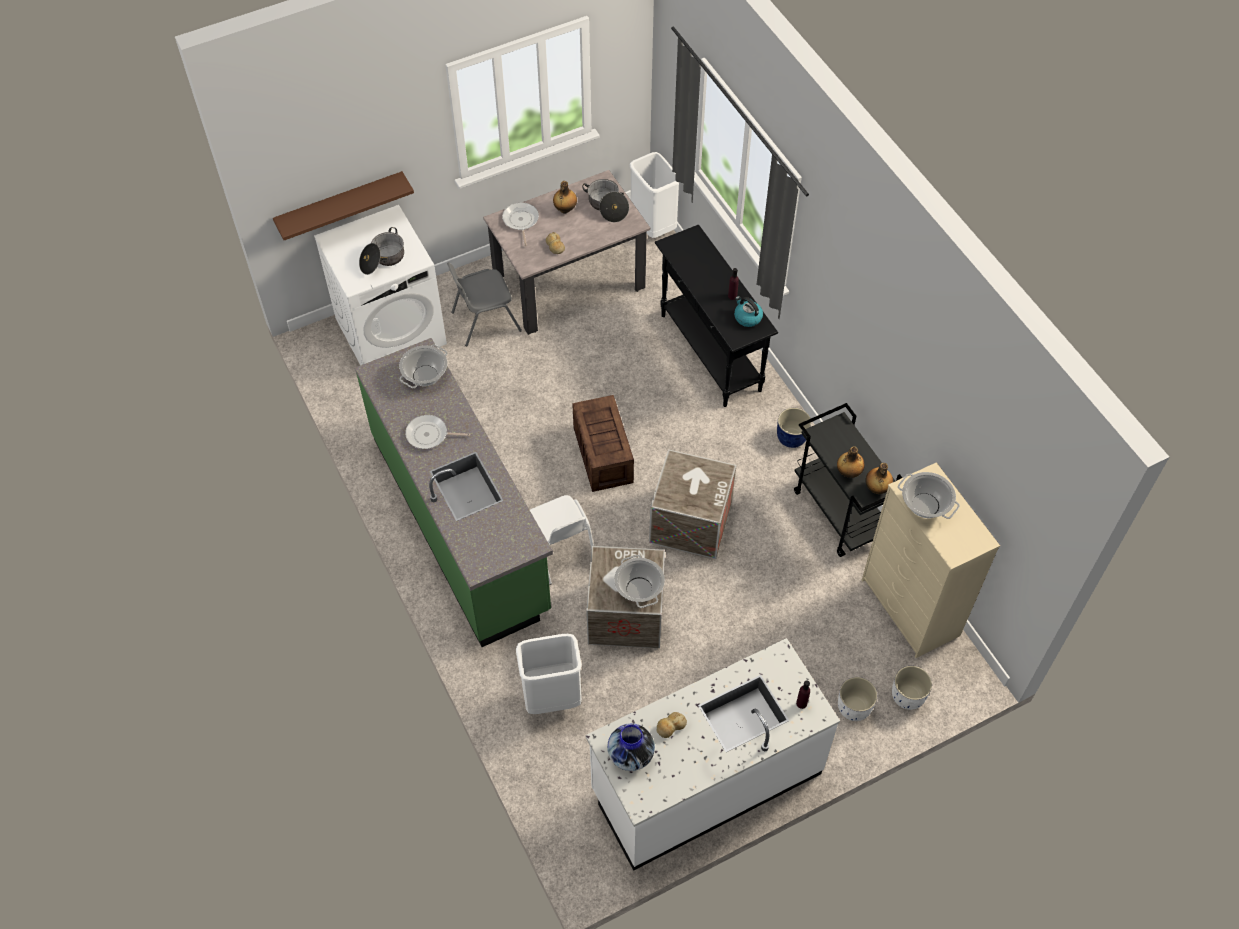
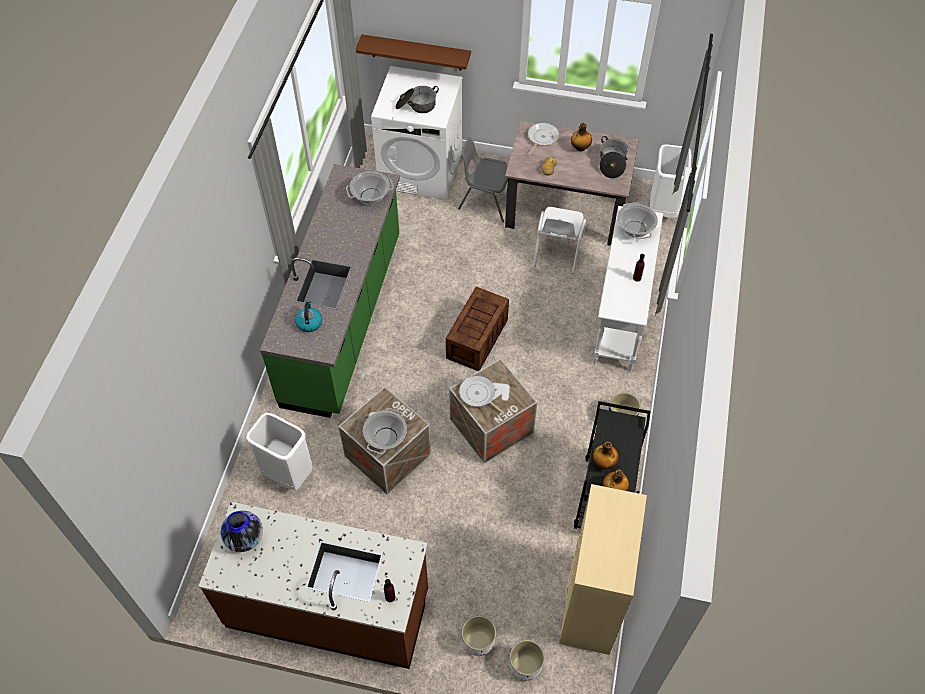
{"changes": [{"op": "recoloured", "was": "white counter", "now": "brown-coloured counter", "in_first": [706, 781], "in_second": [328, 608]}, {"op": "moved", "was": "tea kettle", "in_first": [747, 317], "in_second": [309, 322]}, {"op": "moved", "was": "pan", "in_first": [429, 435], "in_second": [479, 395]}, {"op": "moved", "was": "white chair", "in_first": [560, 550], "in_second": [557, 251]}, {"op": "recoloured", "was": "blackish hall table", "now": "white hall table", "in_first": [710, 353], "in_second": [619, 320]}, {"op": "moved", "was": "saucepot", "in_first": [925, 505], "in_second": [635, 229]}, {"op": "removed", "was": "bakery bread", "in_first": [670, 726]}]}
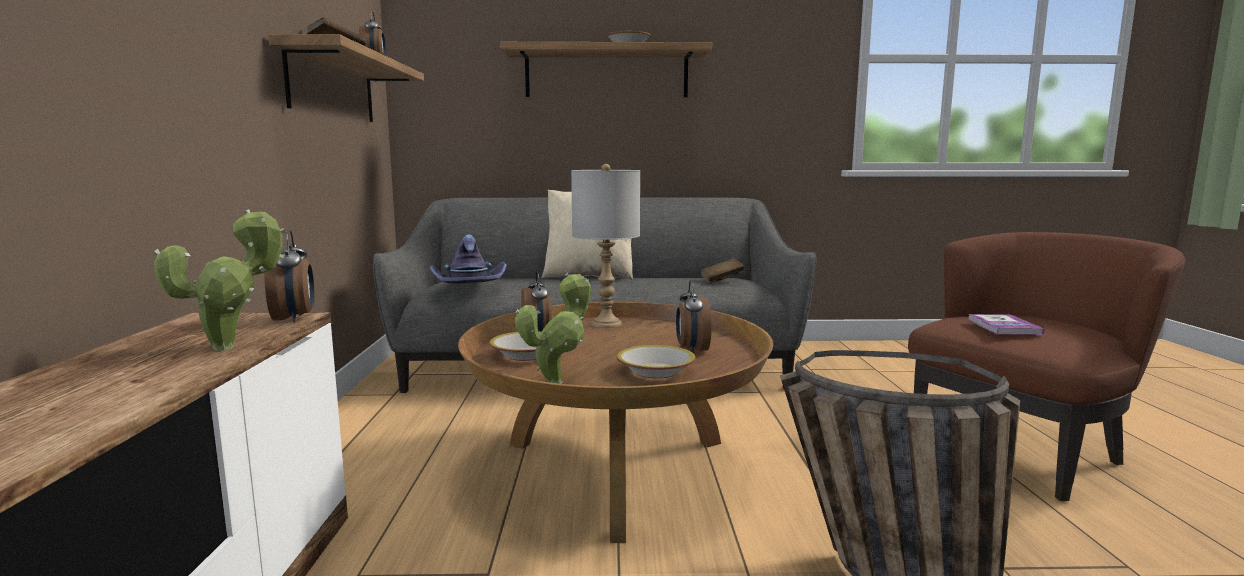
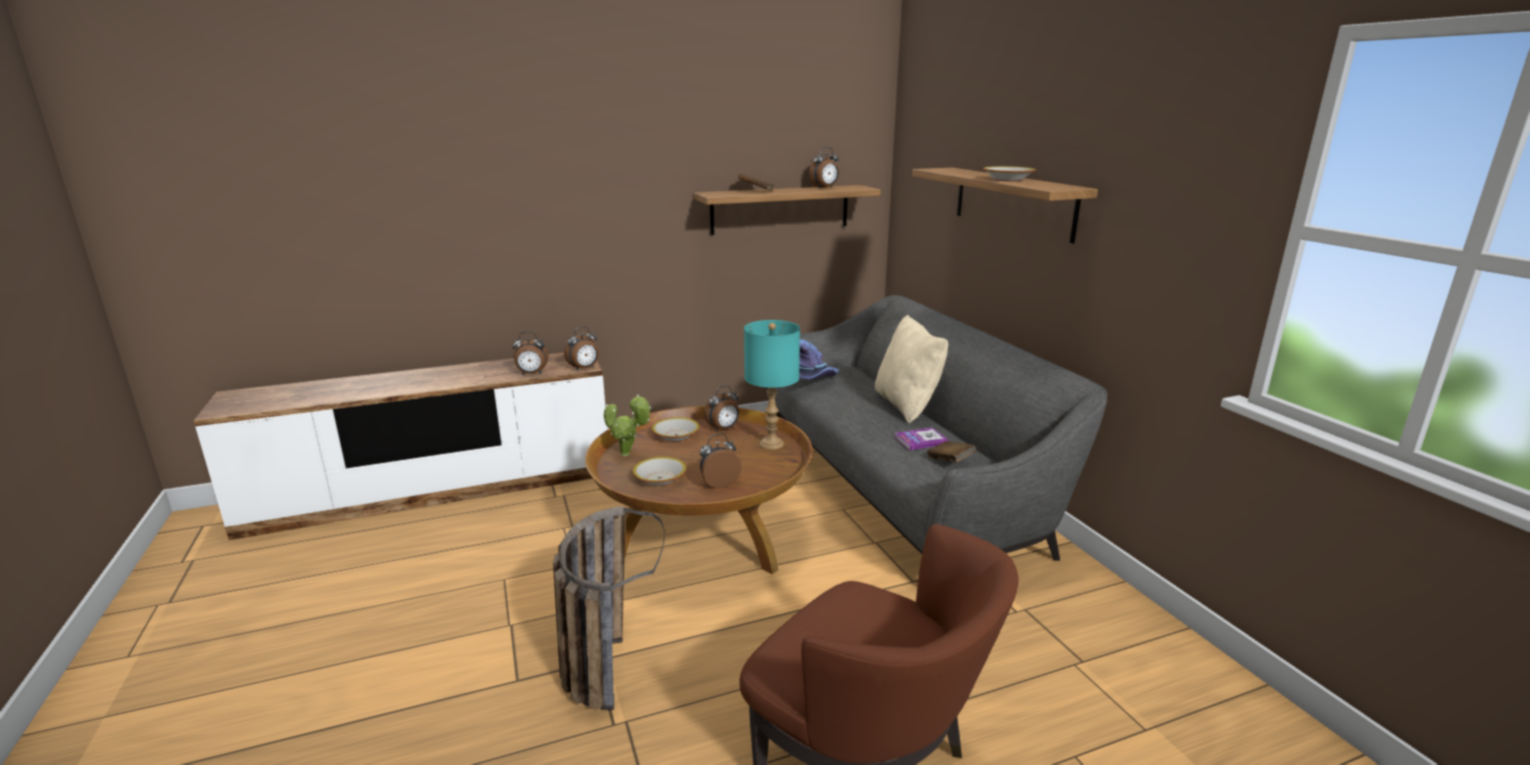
{"changes": [{"op": "replaced", "was": "plant in a pot", "now": "table clock", "in_first": [232, 347], "in_second": [532, 374]}, {"op": "recoloured", "was": "grey tabletop lamp", "now": "blue-green tabletop lamp", "in_first": [607, 324], "in_second": [771, 444]}, {"op": "moved", "was": "bound book", "in_first": [1003, 327], "in_second": [921, 440]}]}
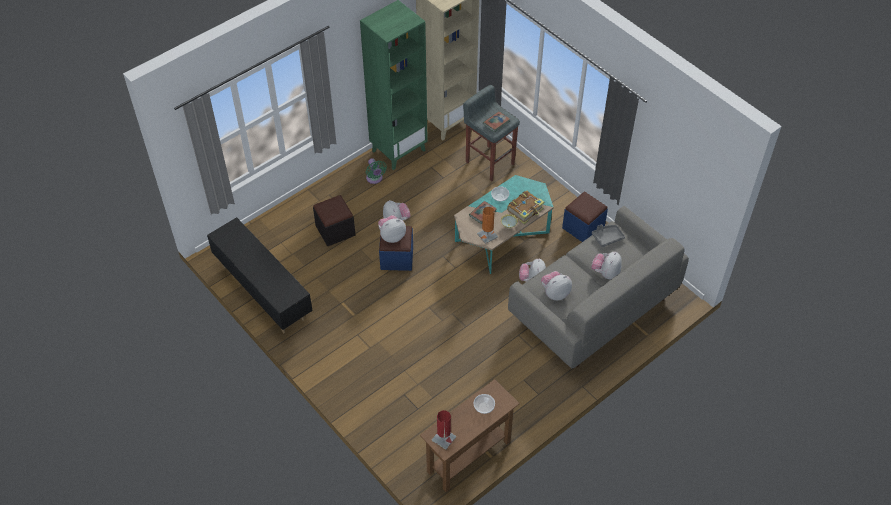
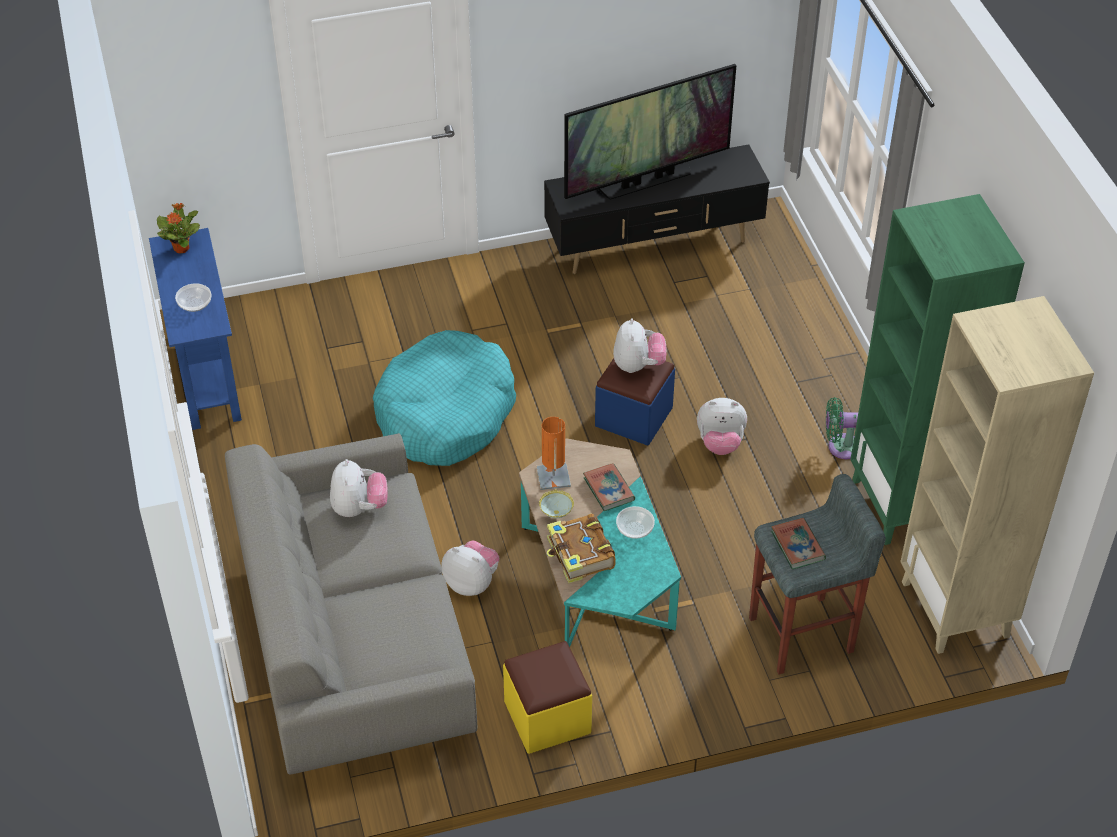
{"changes": [{"op": "recoloured", "was": "brown-coloured hall table", "now": "bluish hall table", "in_first": [469, 456], "in_second": [207, 375]}, {"op": "replaced", "was": "red-coloured tabletop lamp", "now": "plant in a pot", "in_first": [443, 438], "in_second": [181, 248]}, {"op": "added", "now": "blue-green pet bed", "in_second": [445, 414]}, {"op": "recoloured", "was": "bluish ottoman", "now": "yellow ottoman", "in_first": [583, 228], "in_second": [547, 717]}, {"op": "added", "now": "TV set", "in_second": [646, 181]}, {"op": "removed", "was": "blackish ottoman", "in_first": [335, 230]}, {"op": "removed", "was": "soft toy", "in_first": [605, 273]}, {"op": "removed", "was": "grey carrying tray", "in_first": [607, 237]}]}
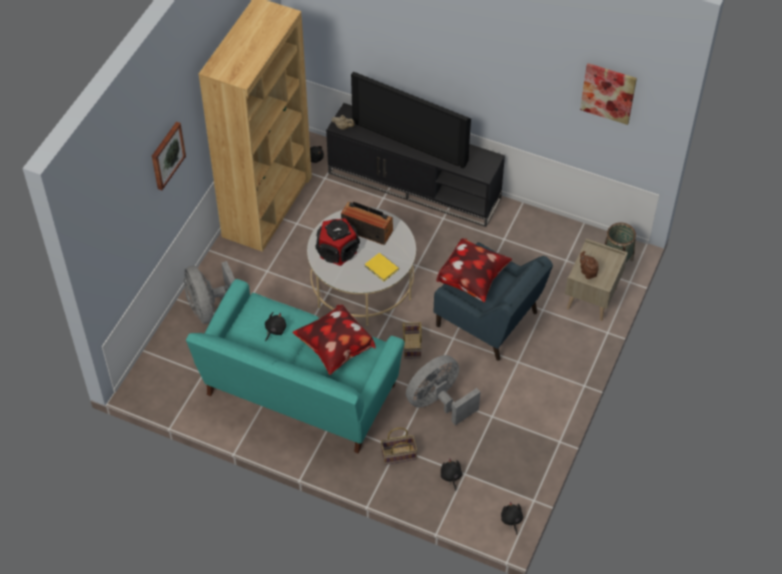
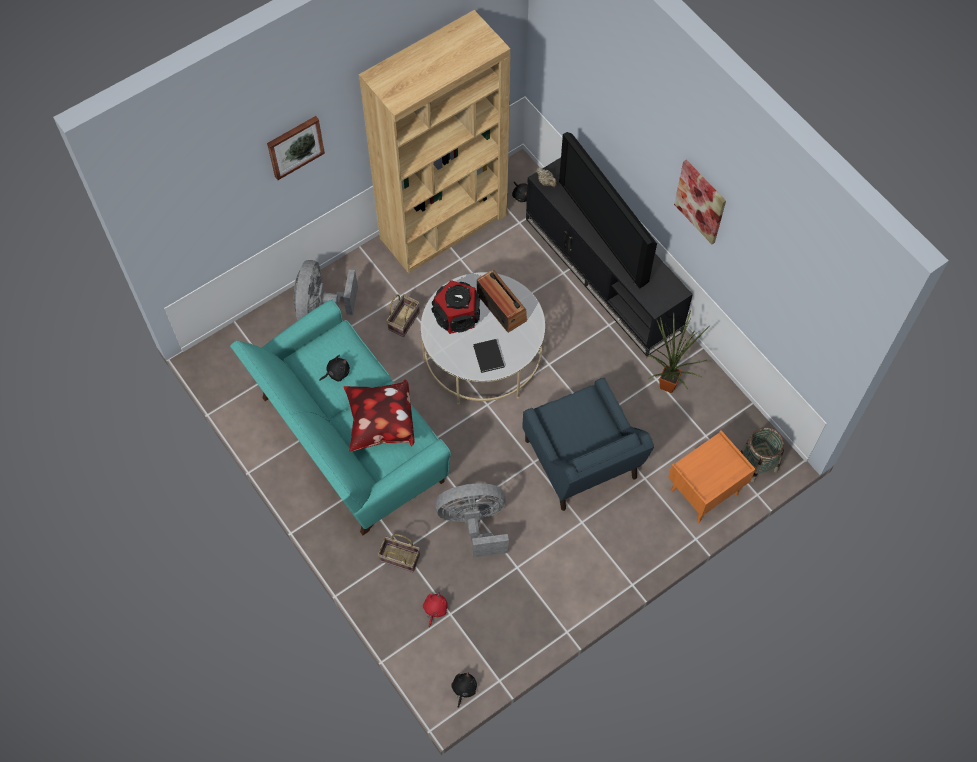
{"changes": [{"op": "moved", "was": "household basket", "in_first": [411, 345], "in_second": [403, 320]}, {"op": "recoloured", "was": "blackish soft toy", "now": "red-coloured soft toy", "in_first": [451, 477], "in_second": [435, 609]}, {"op": "recoloured", "was": "yellow bound book", "now": "blackish bound book", "in_first": [381, 268], "in_second": [488, 357]}, {"op": "added", "now": "plant in a pot", "in_second": [665, 384]}, {"op": "recoloured", "was": "beige-coloured bedside table", "now": "orangey bedside table", "in_first": [592, 299], "in_second": [704, 493]}, {"op": "moved", "was": "wall art", "in_first": [608, 93], "in_second": [700, 201]}, {"op": "removed", "was": "pillow", "in_first": [473, 280]}, {"op": "removed", "was": "brown-coloured tea pot", "in_first": [587, 272]}]}
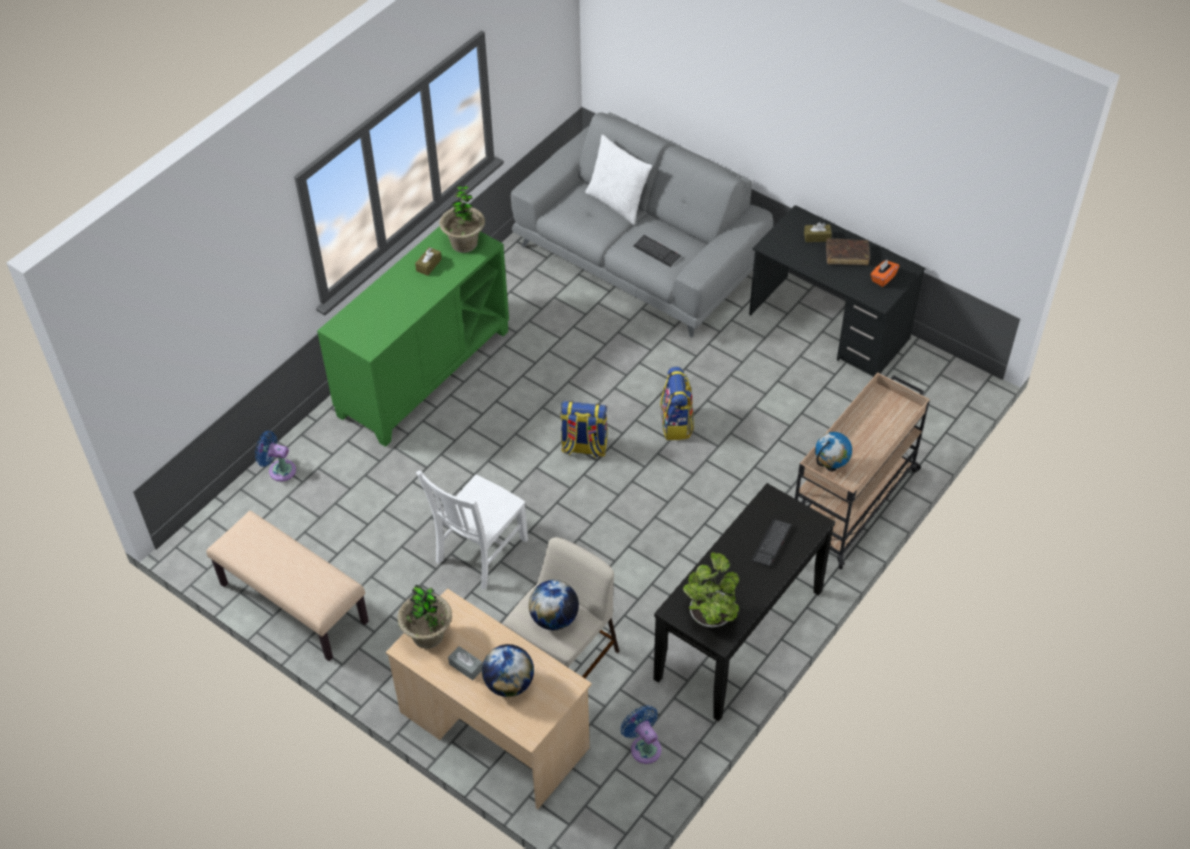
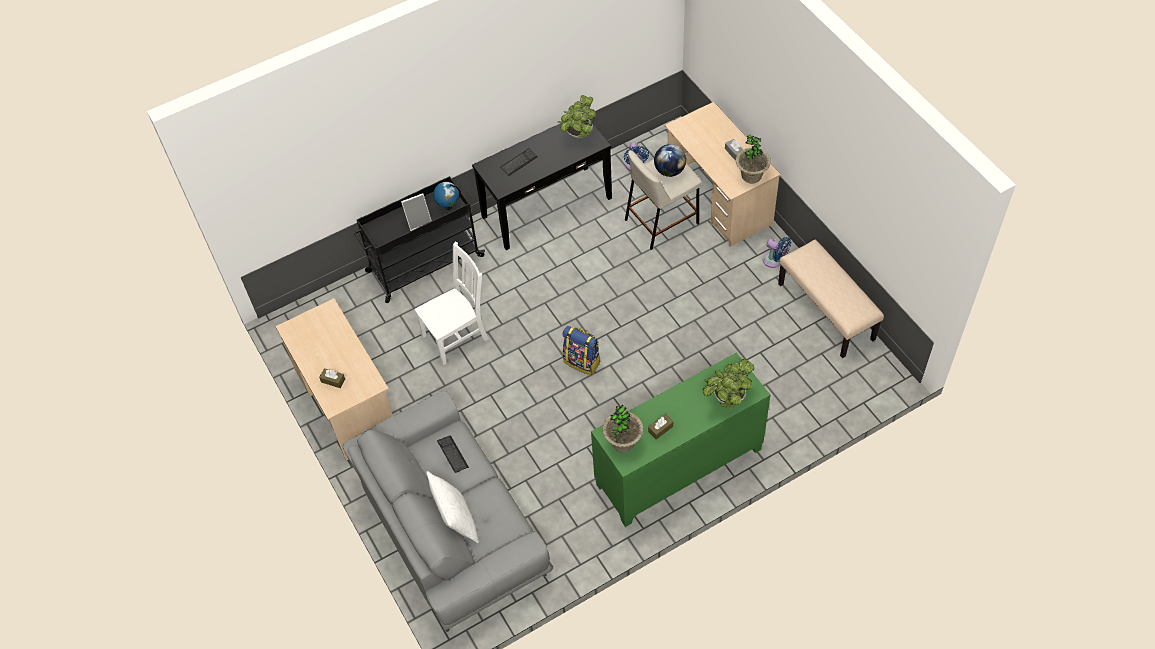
{"changes": [{"op": "recoloured", "was": "blackish desk unit", "now": "beige-coloured desk unit", "in_first": [829, 327], "in_second": [346, 401]}, {"op": "recoloured", "was": "beige-coloured wheeled cart", "now": "blackish wheeled cart", "in_first": [853, 502], "in_second": [423, 264]}, {"op": "added", "now": "photo frame", "in_second": [418, 221]}, {"op": "moved", "was": "white chair", "in_first": [479, 552], "in_second": [457, 336]}, {"op": "added", "now": "plant in a pot", "in_second": [727, 398]}, {"op": "moved", "was": "bluish fan", "in_first": [279, 470], "in_second": [774, 261]}, {"op": "removed", "was": "world globe", "in_first": [509, 683]}, {"op": "removed", "was": "rucksack", "in_first": [676, 424]}, {"op": "removed", "was": "brown-coloured bound book", "in_first": [847, 255]}, {"op": "removed", "was": "orangey tissue box", "in_first": [883, 278]}]}
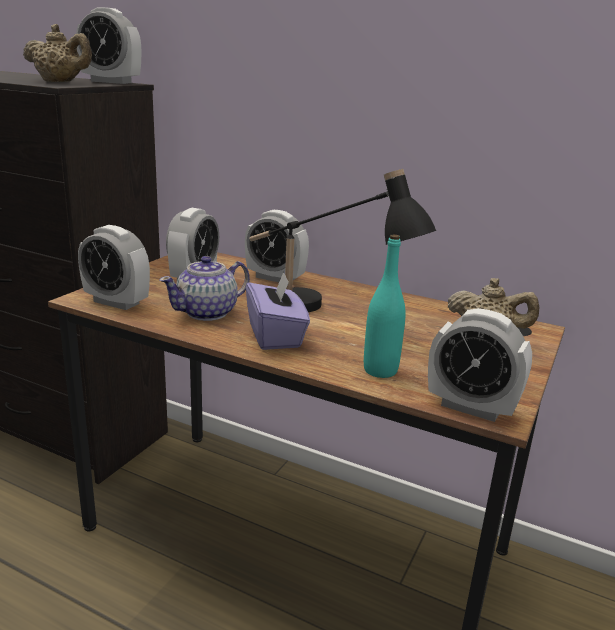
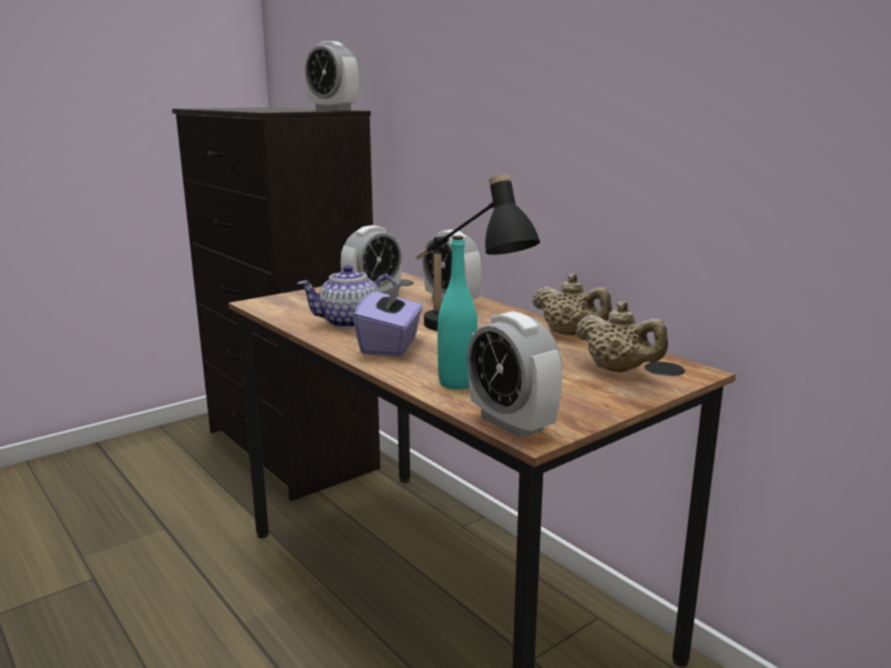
{"changes": [{"op": "moved", "was": "beige-coloured tea pot", "in_first": [61, 82], "in_second": [570, 334]}, {"op": "removed", "was": "table clock", "in_first": [116, 302]}]}
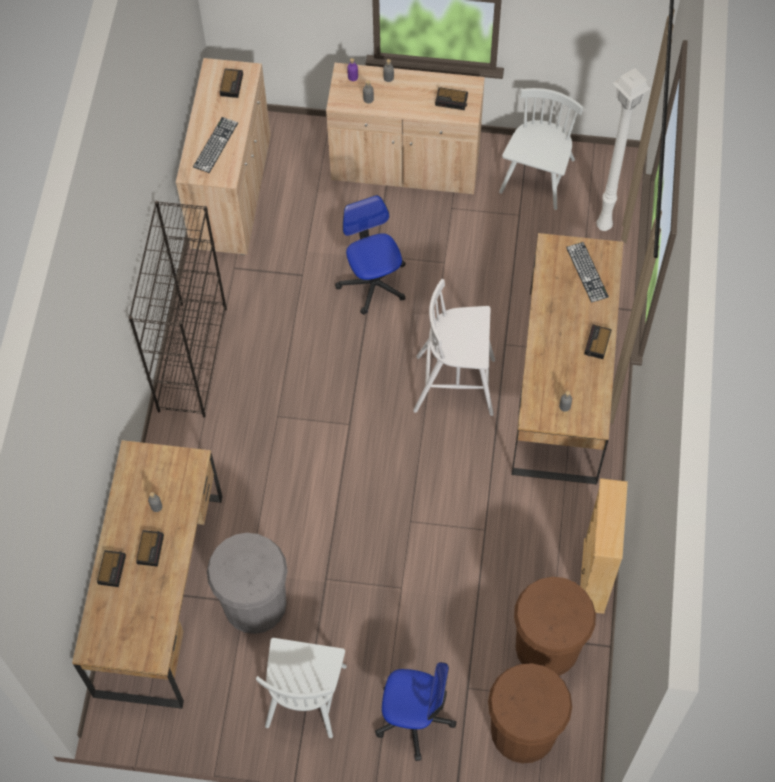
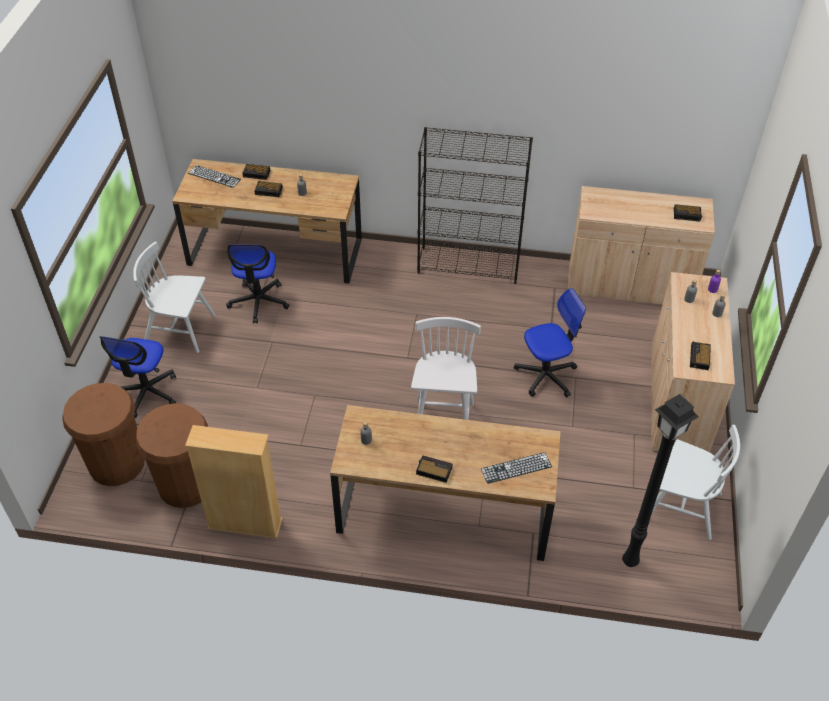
{"changes": [{"op": "moved", "was": "keyboard", "in_first": [215, 145], "in_second": [214, 176]}, {"op": "replaced", "was": "grey rubbish bin", "now": "office chair", "in_first": [255, 603], "in_second": [258, 302]}, {"op": "recoloured", "was": "white standing lamp", "now": "blackish standing lamp", "in_first": [602, 225], "in_second": [630, 560]}]}
